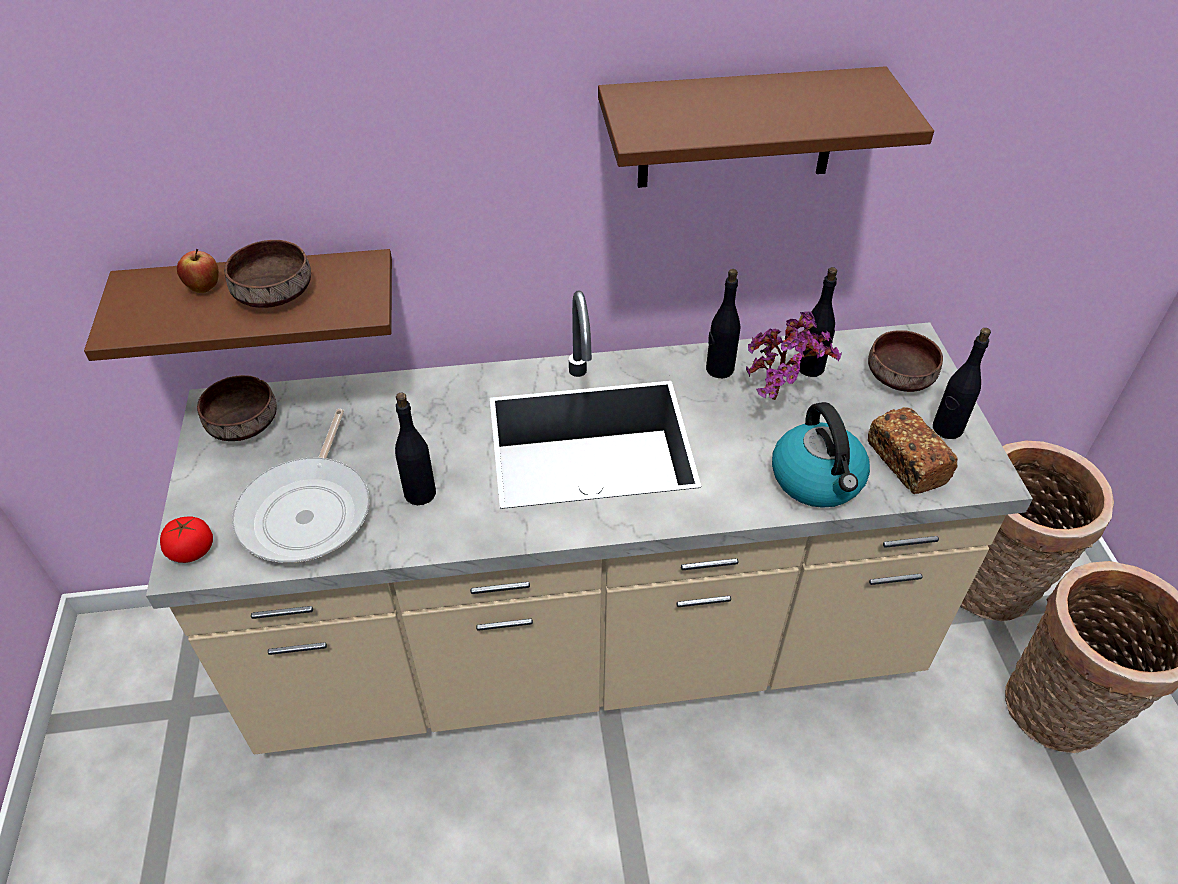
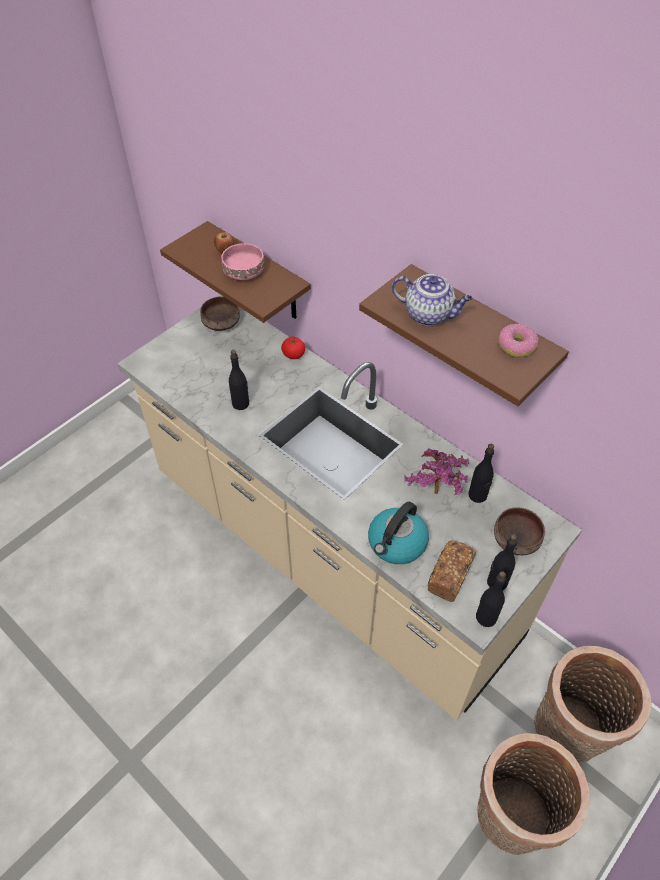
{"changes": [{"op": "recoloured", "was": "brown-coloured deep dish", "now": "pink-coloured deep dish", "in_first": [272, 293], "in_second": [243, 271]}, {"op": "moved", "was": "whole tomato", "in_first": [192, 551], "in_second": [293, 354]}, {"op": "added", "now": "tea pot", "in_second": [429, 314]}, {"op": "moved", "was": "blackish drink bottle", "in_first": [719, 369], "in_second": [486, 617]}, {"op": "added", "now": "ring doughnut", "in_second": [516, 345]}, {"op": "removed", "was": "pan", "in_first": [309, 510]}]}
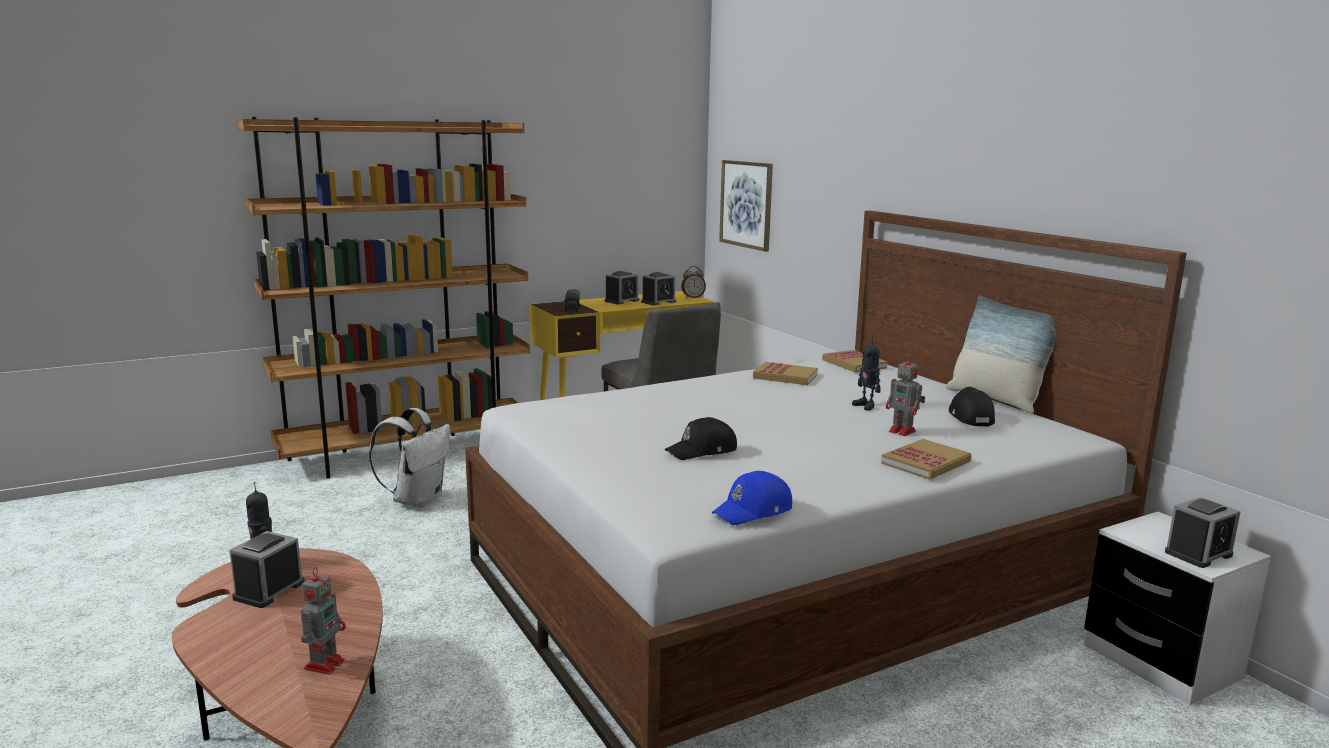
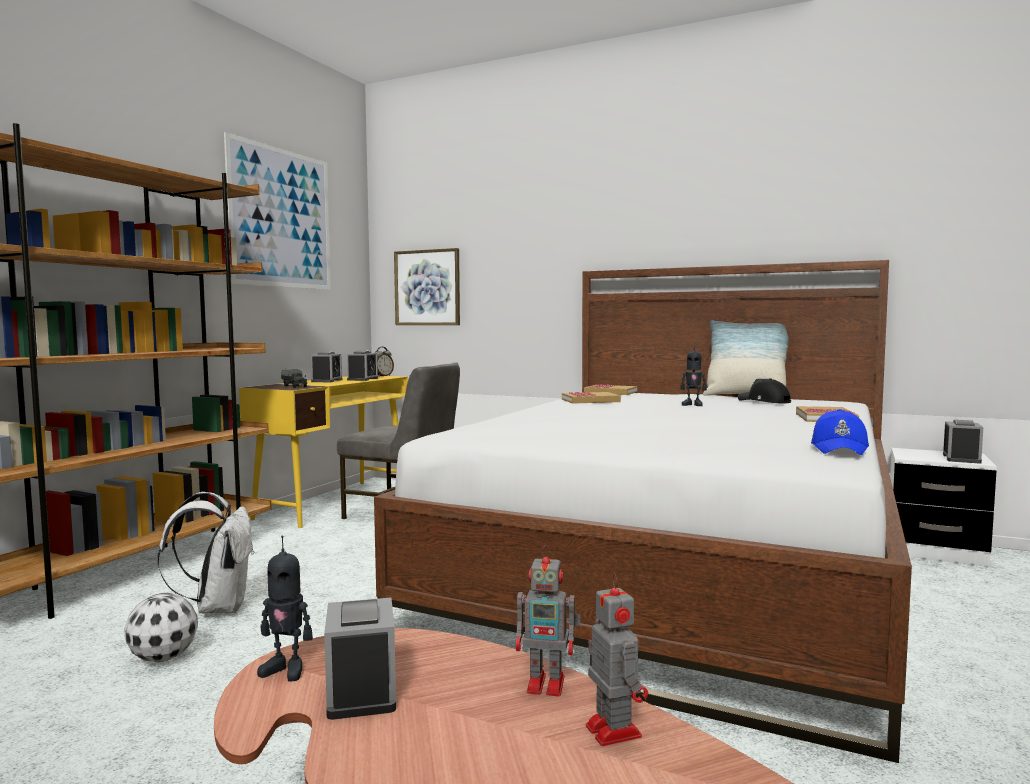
{"changes": [{"op": "added", "now": "football ball", "in_second": [163, 659]}, {"op": "added", "now": "wall art", "in_second": [281, 218]}, {"op": "moved", "was": "toy robot", "in_first": [903, 431], "in_second": [548, 684]}, {"op": "removed", "was": "blackish cap", "in_first": [702, 451]}]}
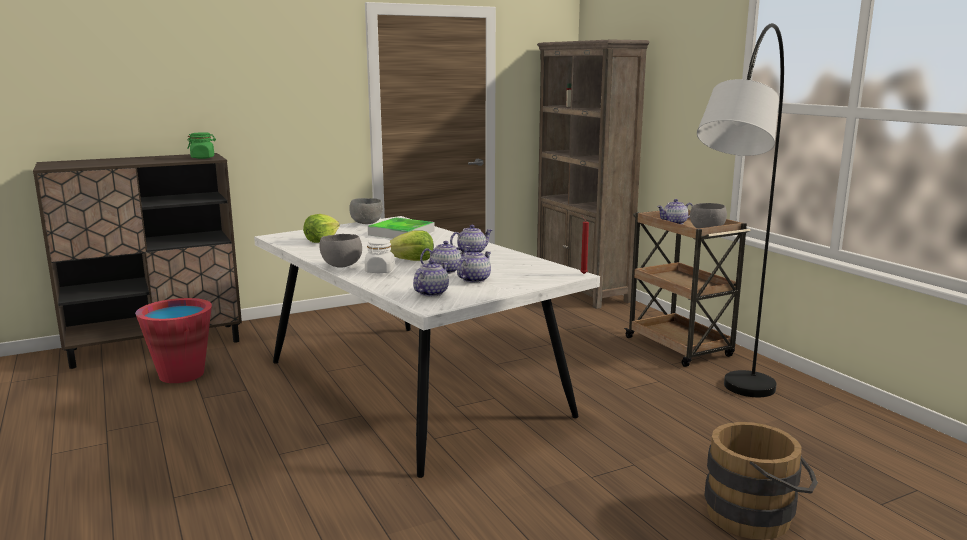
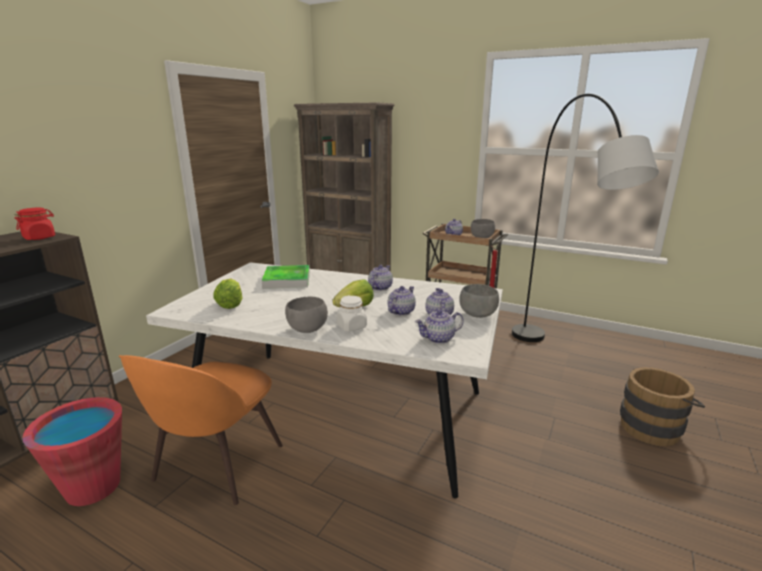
{"changes": [{"op": "recoloured", "was": "green-coloured preserve jar", "now": "red-coloured preserve jar", "in_first": [203, 158], "in_second": [39, 237]}, {"op": "added", "now": "orangey chair", "in_second": [216, 466]}, {"op": "turned", "was": "tea pot", "in_first": [431, 293], "in_second": [438, 338], "clockwise": -105}, {"op": "moved", "was": "grey deep dish", "in_first": [367, 223], "in_second": [477, 314]}]}
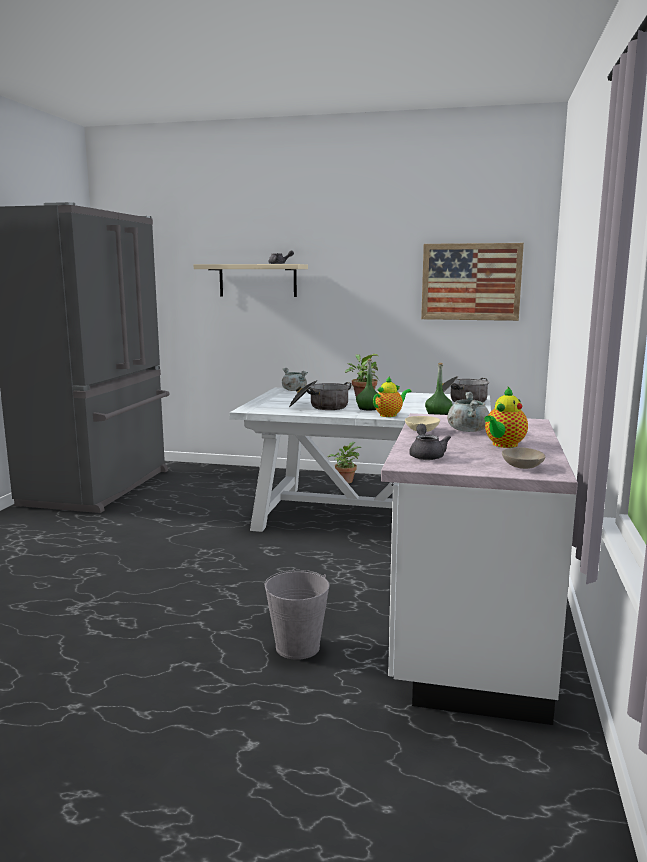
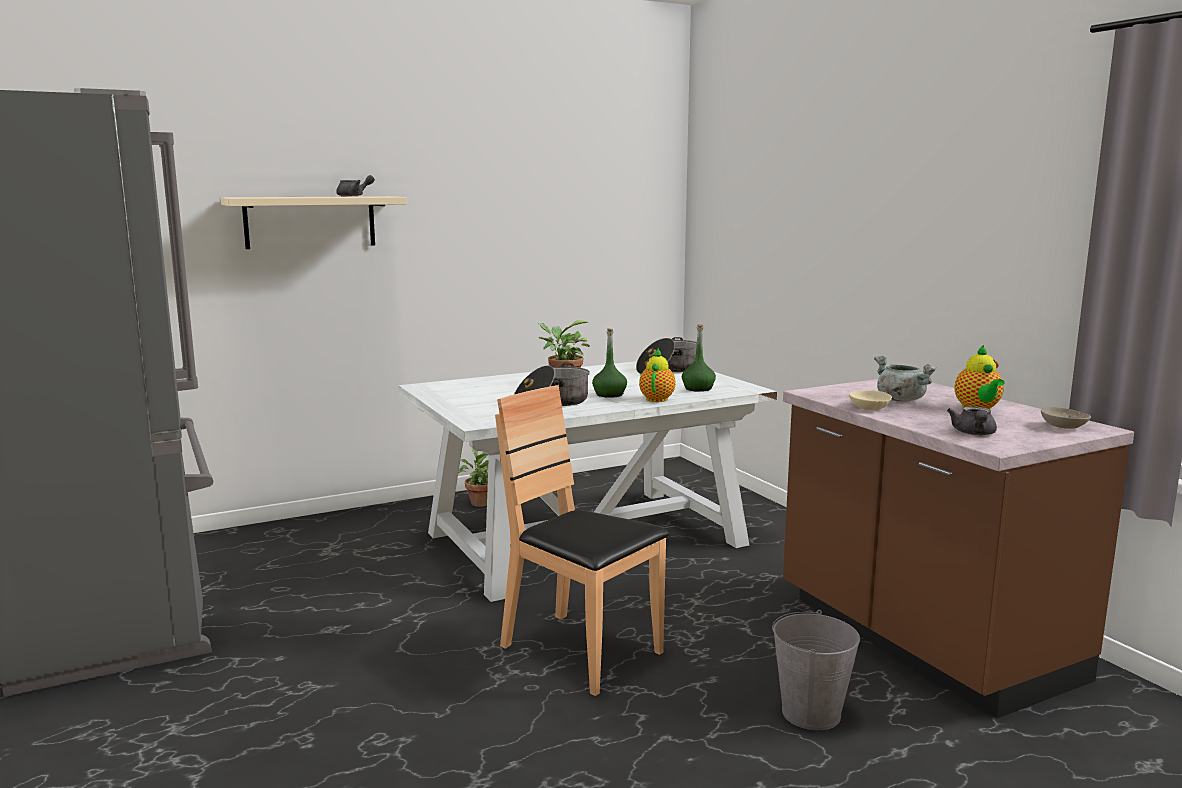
{"changes": [{"op": "added", "now": "brown-coloured chair", "in_second": [580, 652]}, {"op": "recoloured", "was": "white counter", "now": "brown-coloured counter", "in_first": [466, 643], "in_second": [922, 640]}, {"op": "turned", "was": "grey tea pot", "in_first": [426, 455], "in_second": [974, 434], "clockwise": -120}, {"op": "removed", "was": "grey saucepot", "in_first": [294, 390]}, {"op": "removed", "was": "wall art", "in_first": [471, 282]}]}
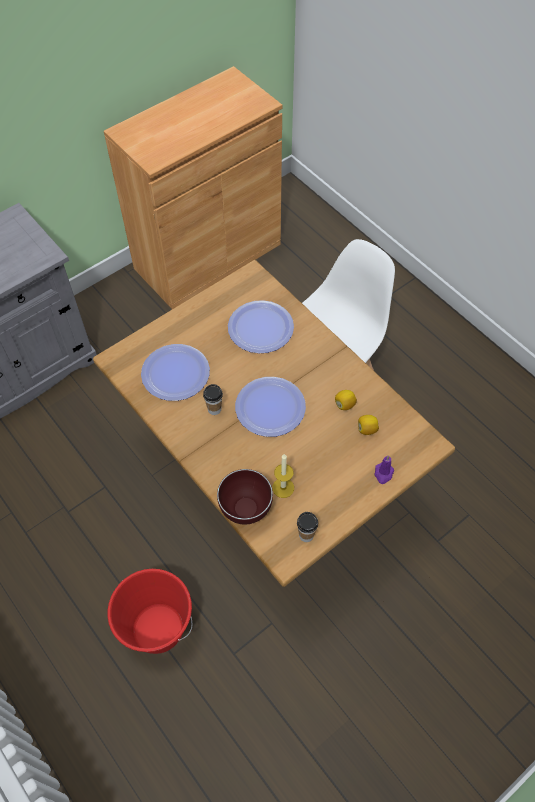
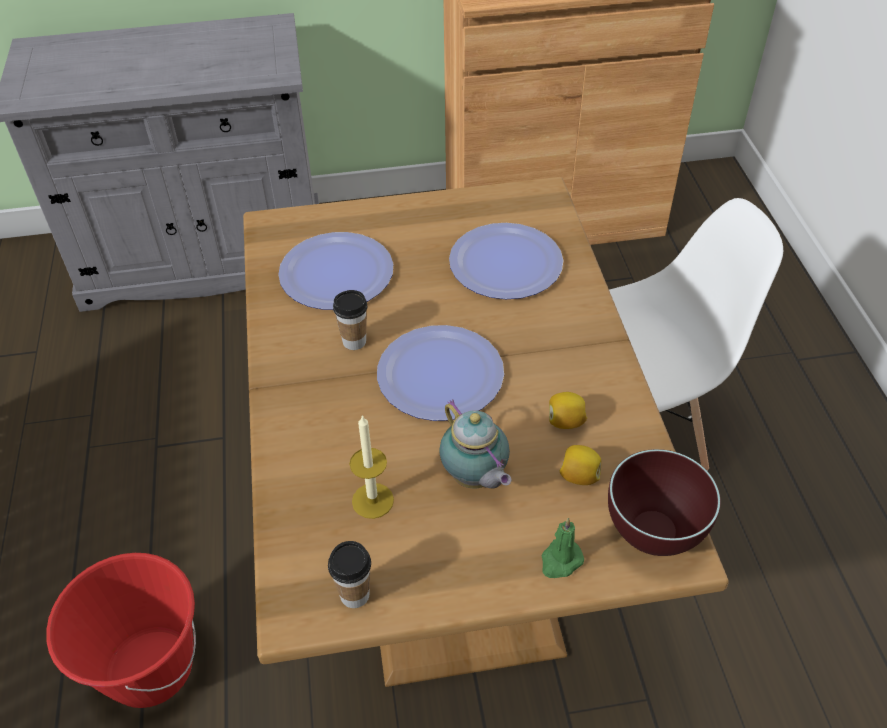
{"changes": [{"op": "added", "now": "tea pot", "in_second": [475, 478]}, {"op": "recoloured", "was": "purple wax candle", "now": "green-coloured wax candle", "in_first": [383, 474], "in_second": [560, 561]}, {"op": "moved", "was": "brown-coloured deep dish", "in_first": [247, 509], "in_second": [654, 535]}]}
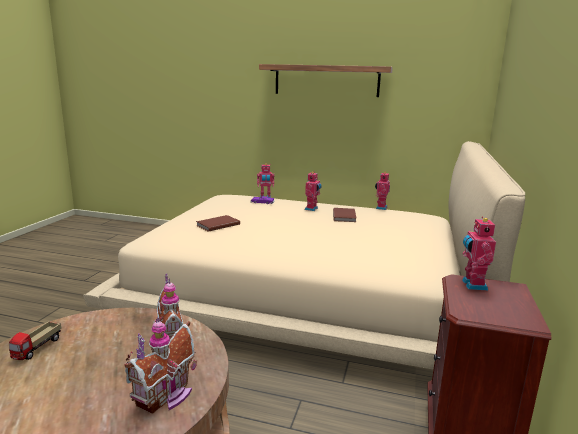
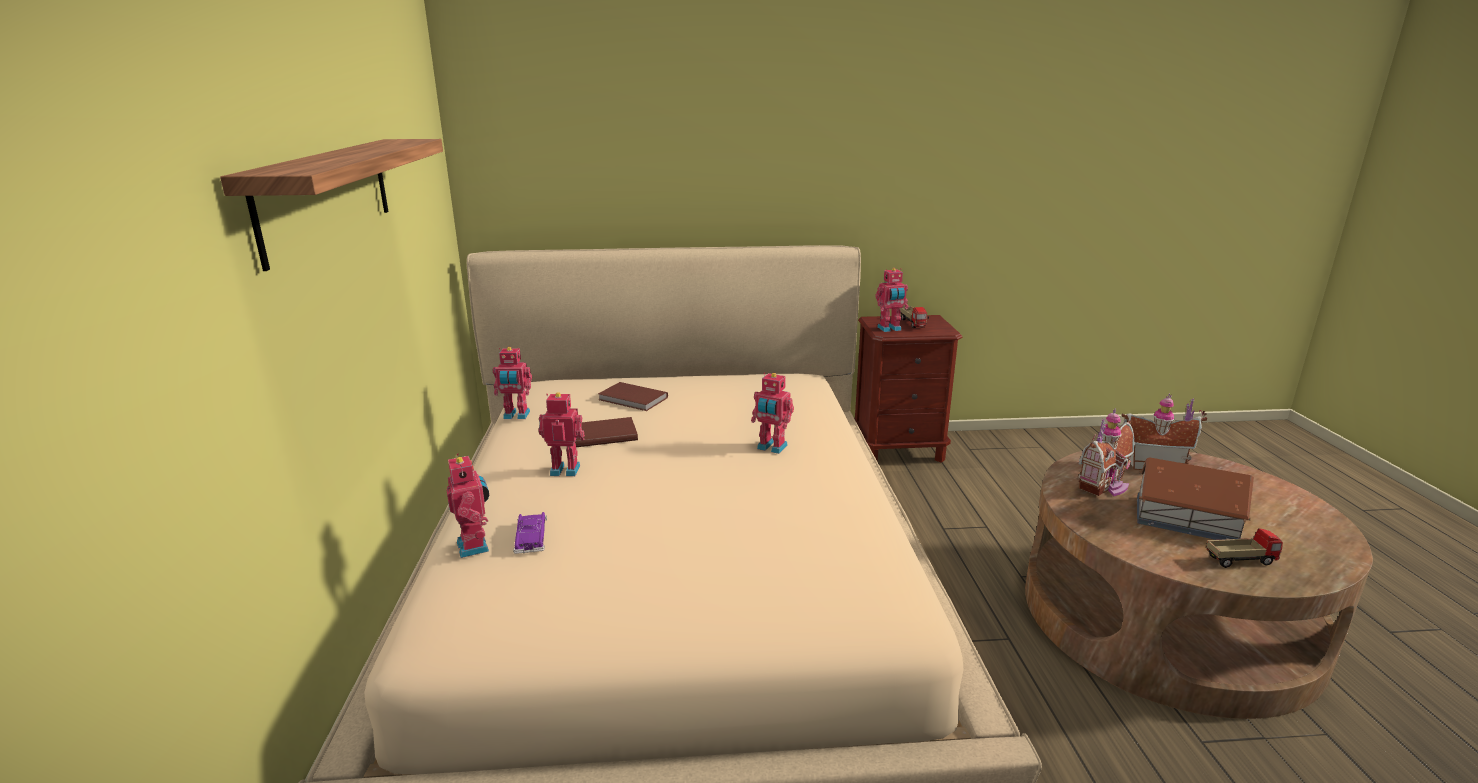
{"changes": [{"op": "moved", "was": "brown-coloured bound book", "in_first": [217, 225], "in_second": [633, 399]}, {"op": "added", "now": "toy robot", "in_second": [771, 448]}, {"op": "added", "now": "toy lorry", "in_second": [913, 324]}, {"op": "added", "now": "toy house", "in_second": [1187, 520]}]}
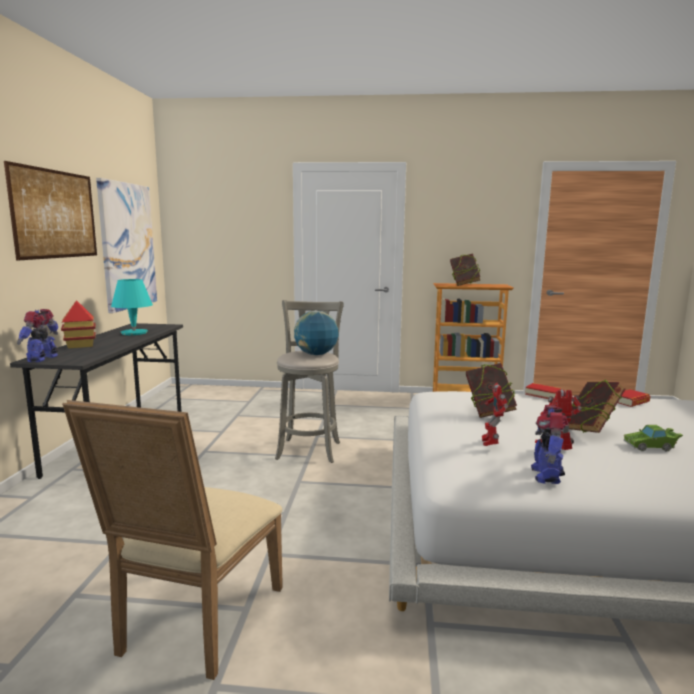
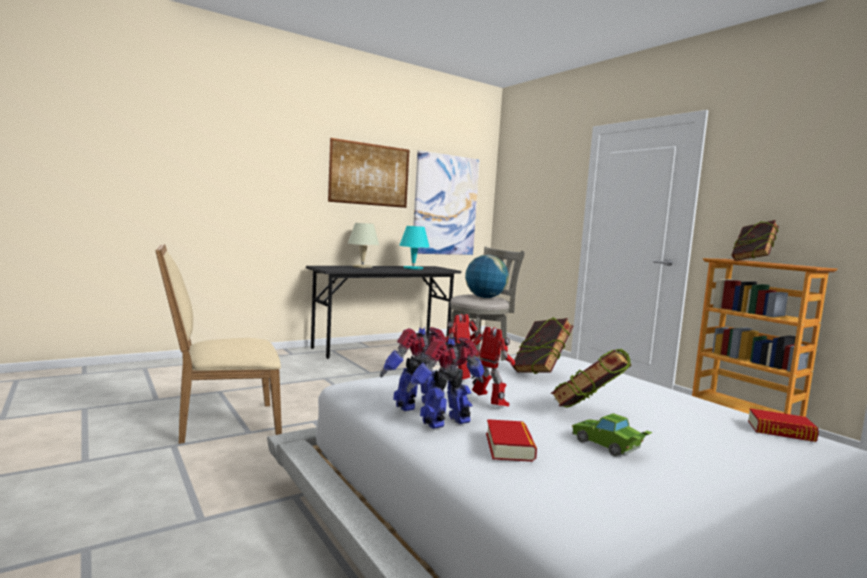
{"changes": [{"op": "replaced", "was": "toy house", "now": "beige-coloured tabletop lamp", "in_first": [80, 345], "in_second": [362, 267]}, {"op": "moved", "was": "toy robot", "in_first": [43, 359], "in_second": [447, 422]}, {"op": "moved", "was": "bound book", "in_first": [543, 395], "in_second": [509, 447]}]}
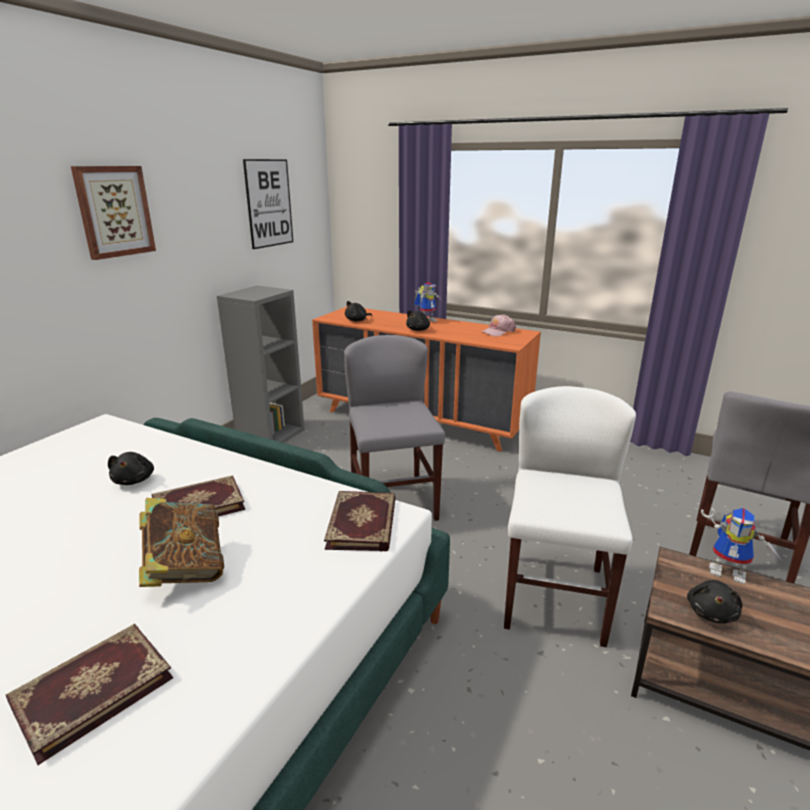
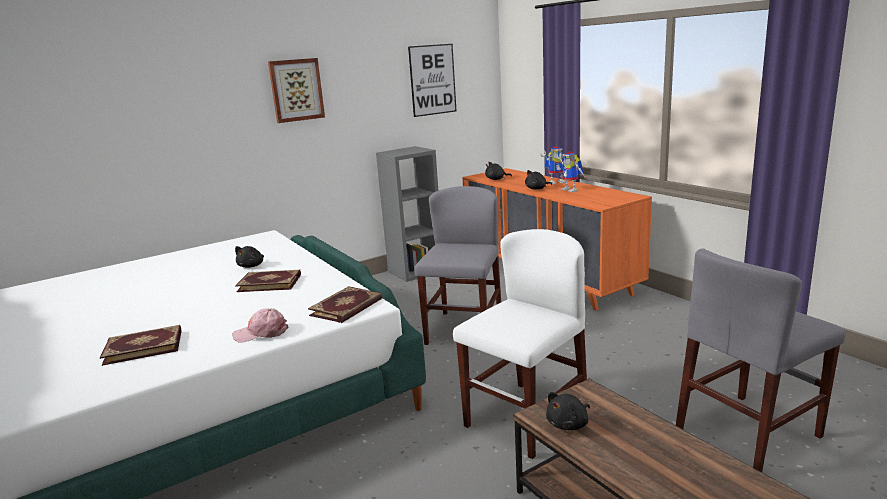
{"changes": [{"op": "moved", "was": "pink-coloured cap", "in_first": [498, 331], "in_second": [261, 333]}, {"op": "moved", "was": "toy robot", "in_first": [730, 572], "in_second": [572, 190]}, {"op": "removed", "was": "bound book", "in_first": [185, 570]}]}
